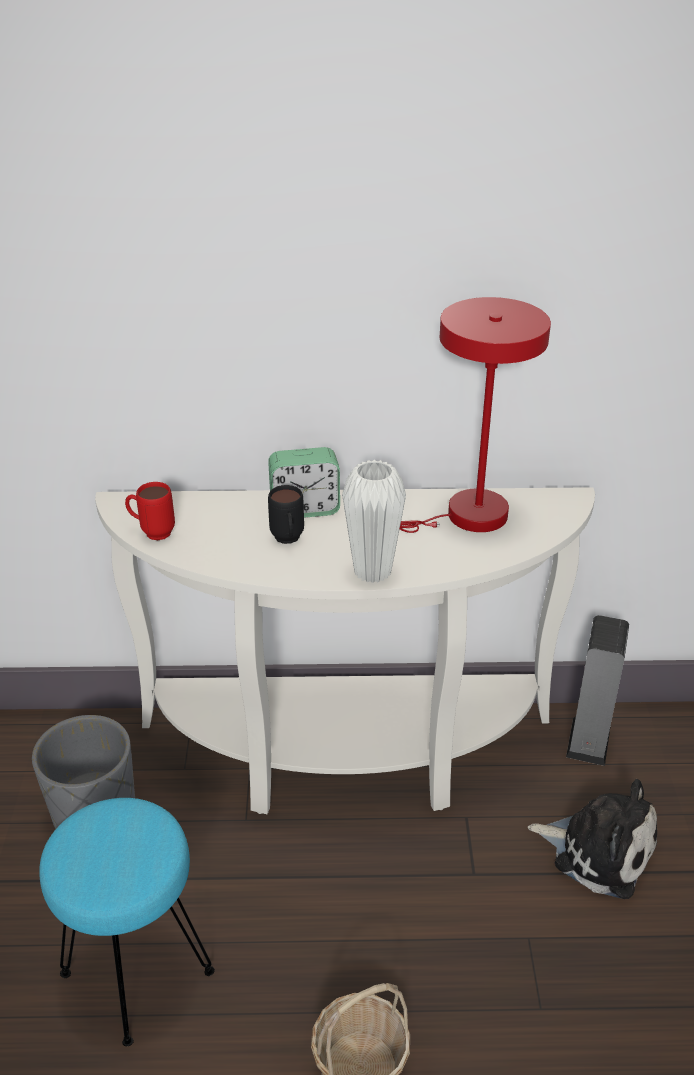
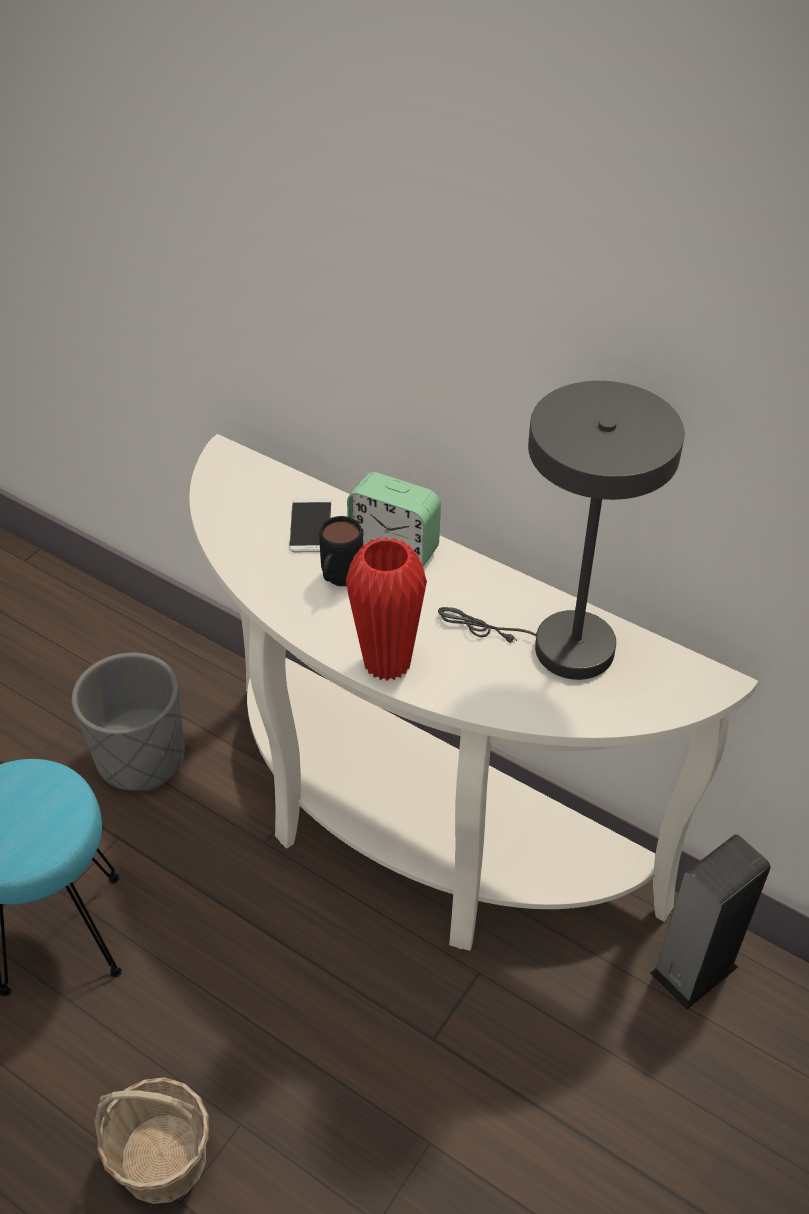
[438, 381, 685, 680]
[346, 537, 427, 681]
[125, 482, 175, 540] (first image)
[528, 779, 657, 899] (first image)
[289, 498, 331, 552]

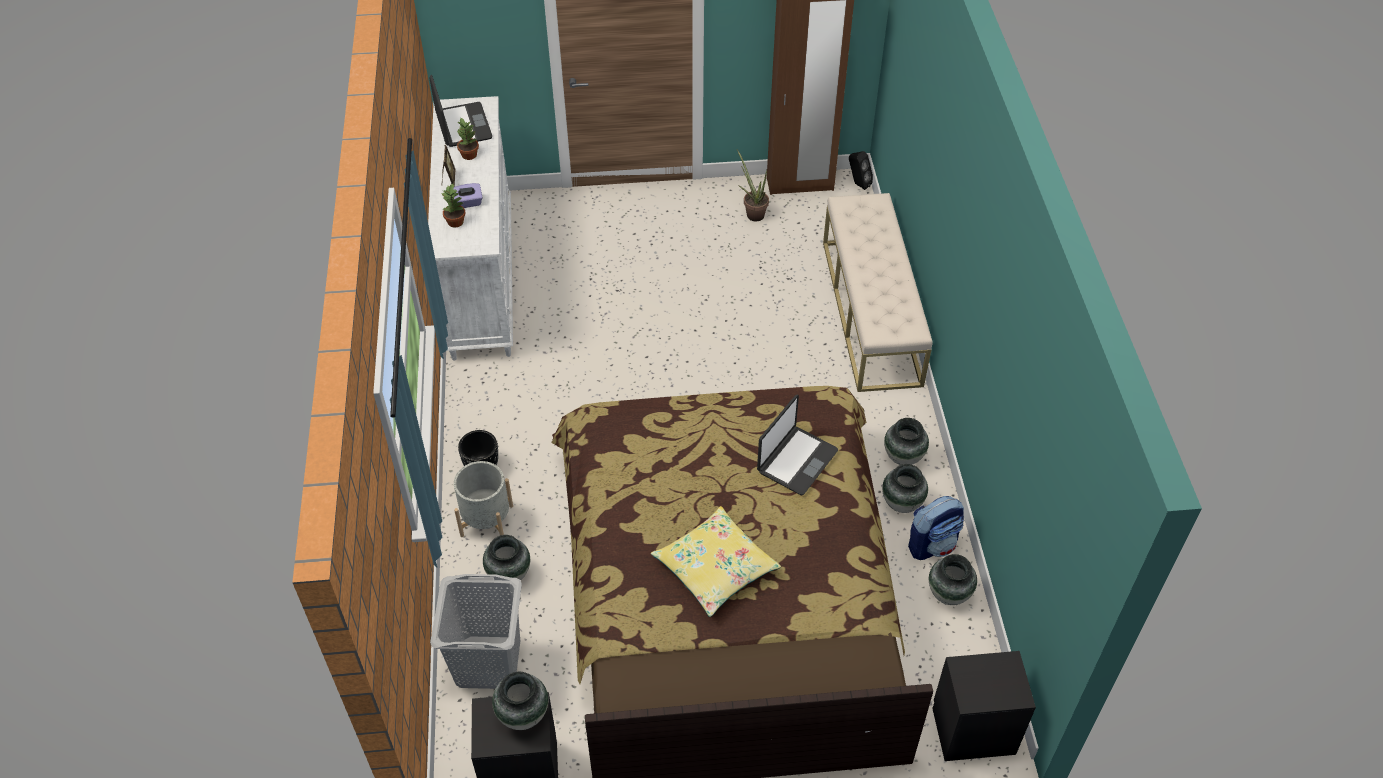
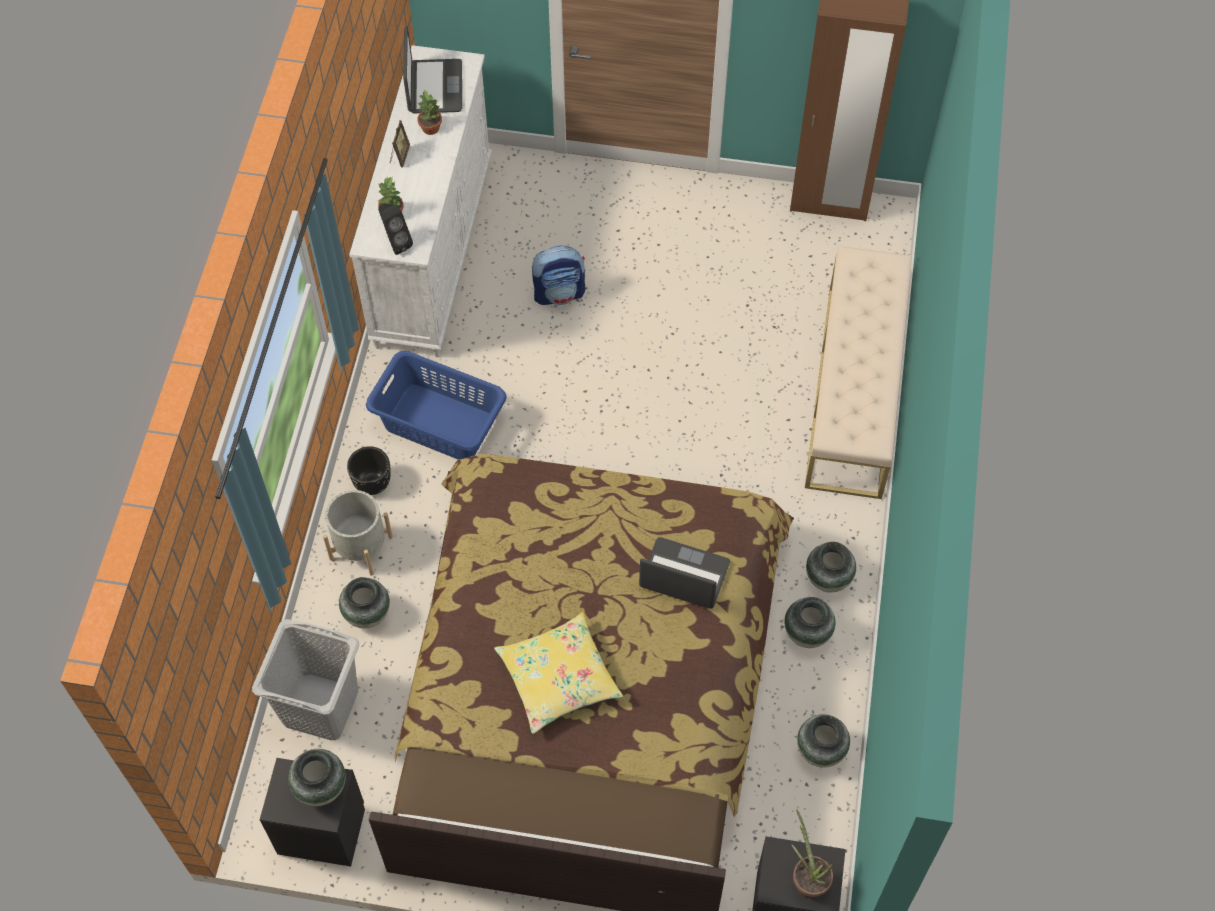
[792, 810, 833, 899]
[378, 203, 413, 255]
[453, 183, 483, 208] (first image)
[639, 537, 730, 609]
[532, 246, 585, 305]
[366, 351, 507, 460]

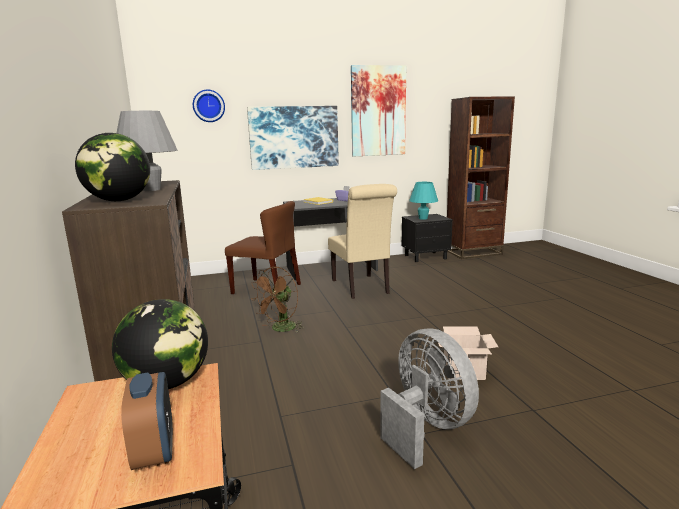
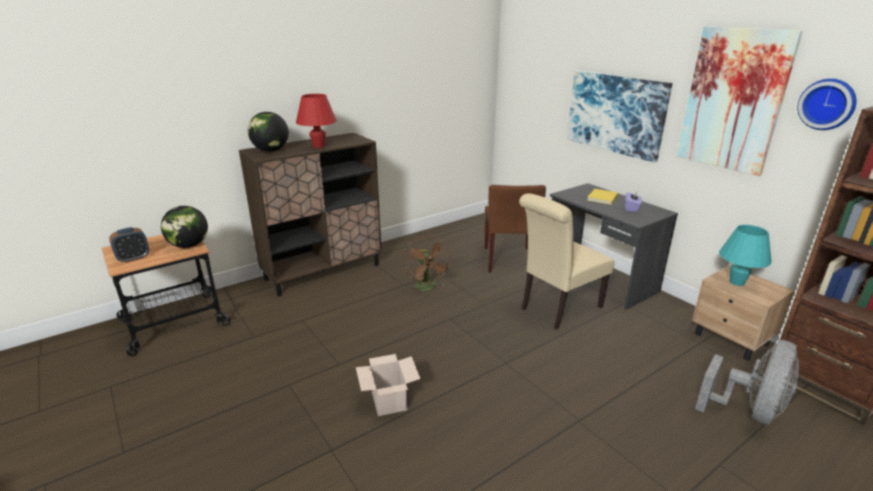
[797, 79, 857, 130]
[296, 94, 337, 148]
[692, 266, 794, 360]
[403, 235, 452, 292]
[695, 340, 799, 425]

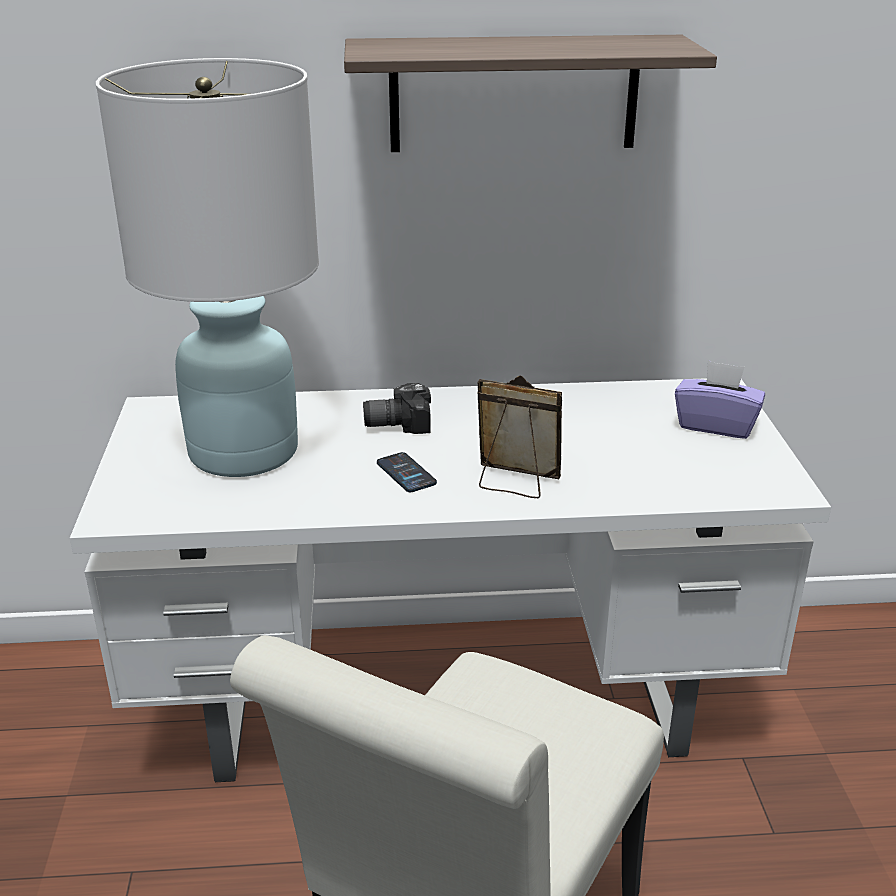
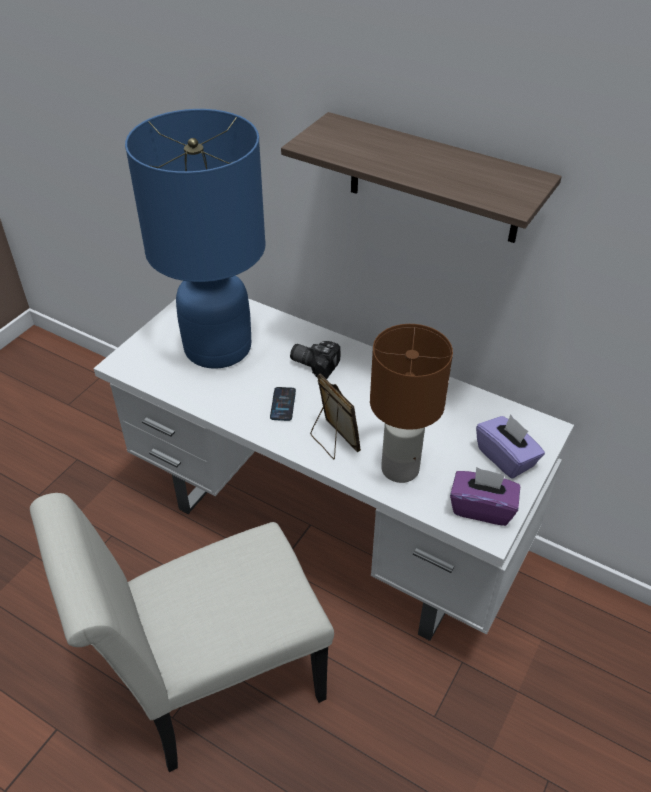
[125, 109, 266, 369]
[370, 324, 453, 483]
[450, 467, 520, 526]

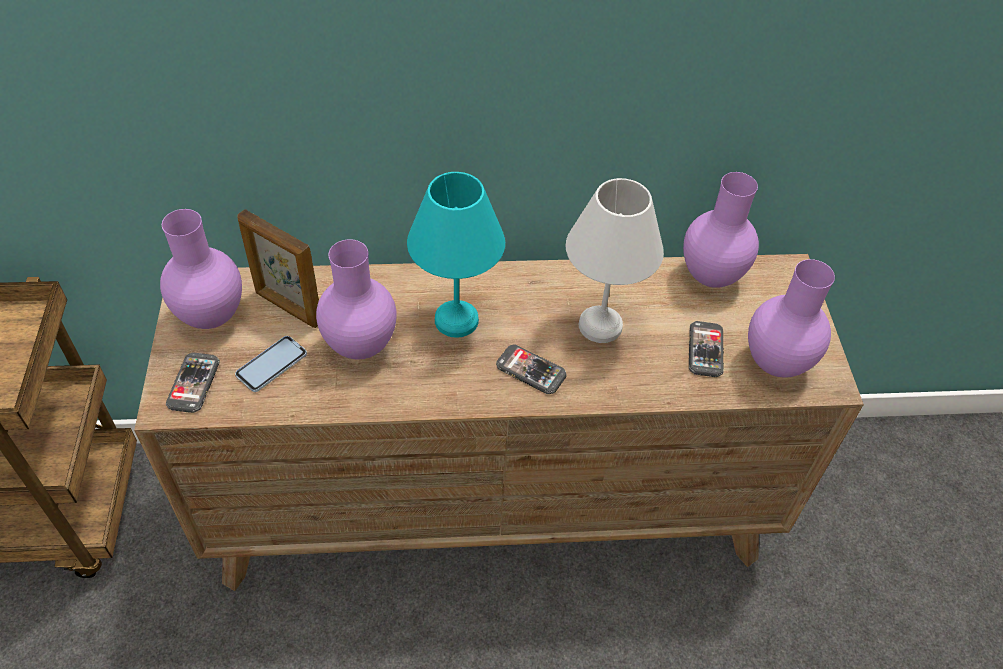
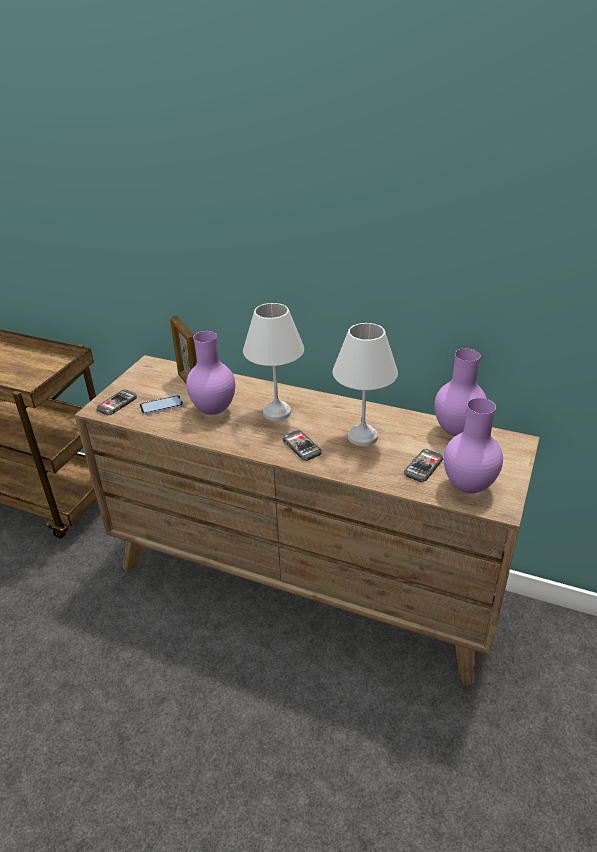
[243, 303, 304, 421]
[160, 209, 242, 329] (first image)

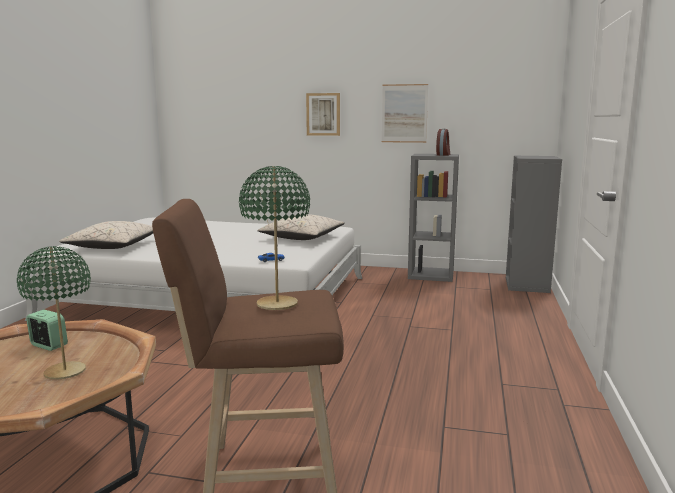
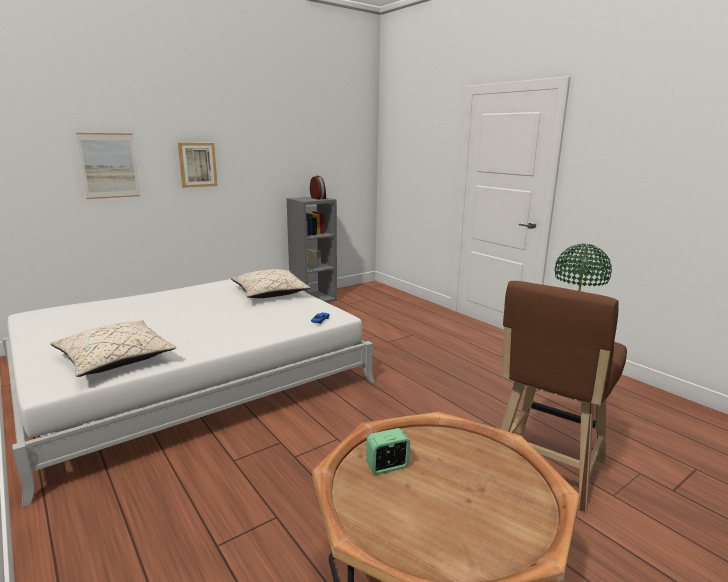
[76, 133, 140, 199]
[506, 156, 562, 293] (first image)
[17, 246, 91, 380] (first image)

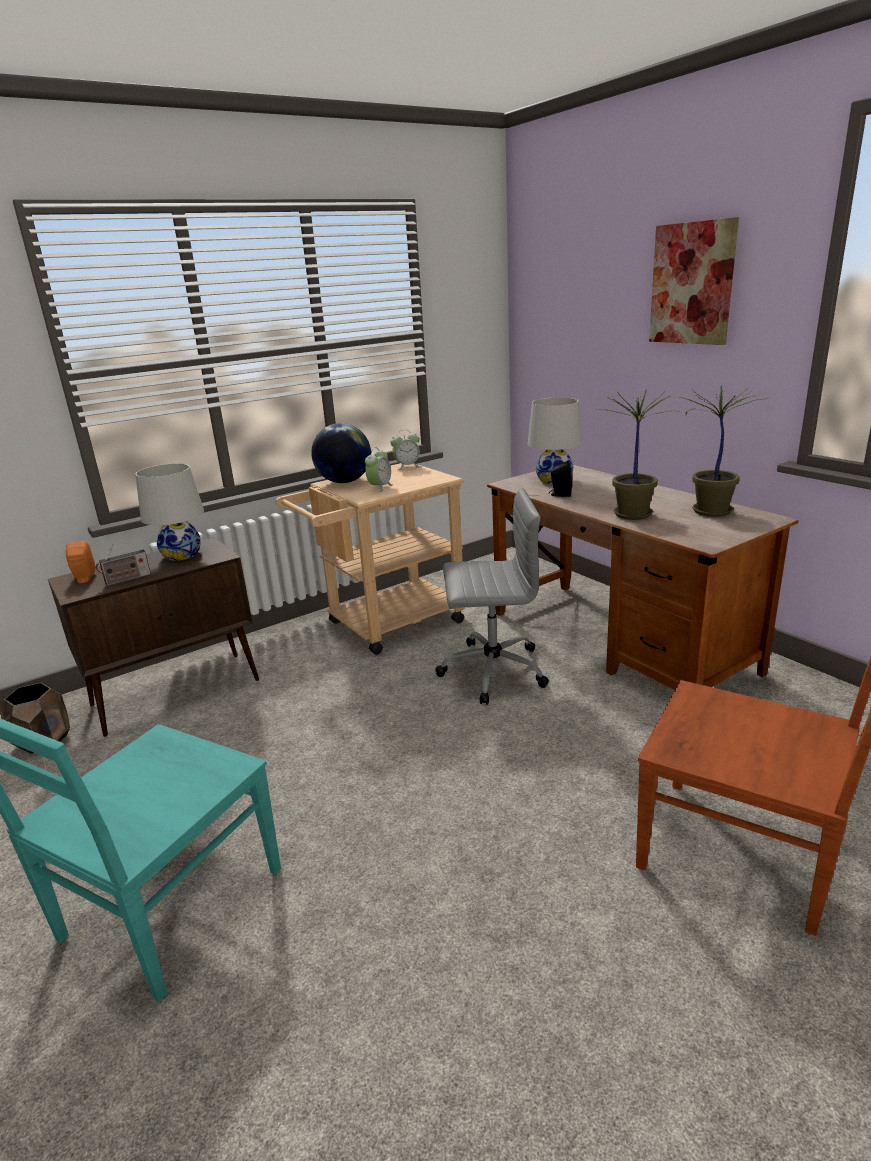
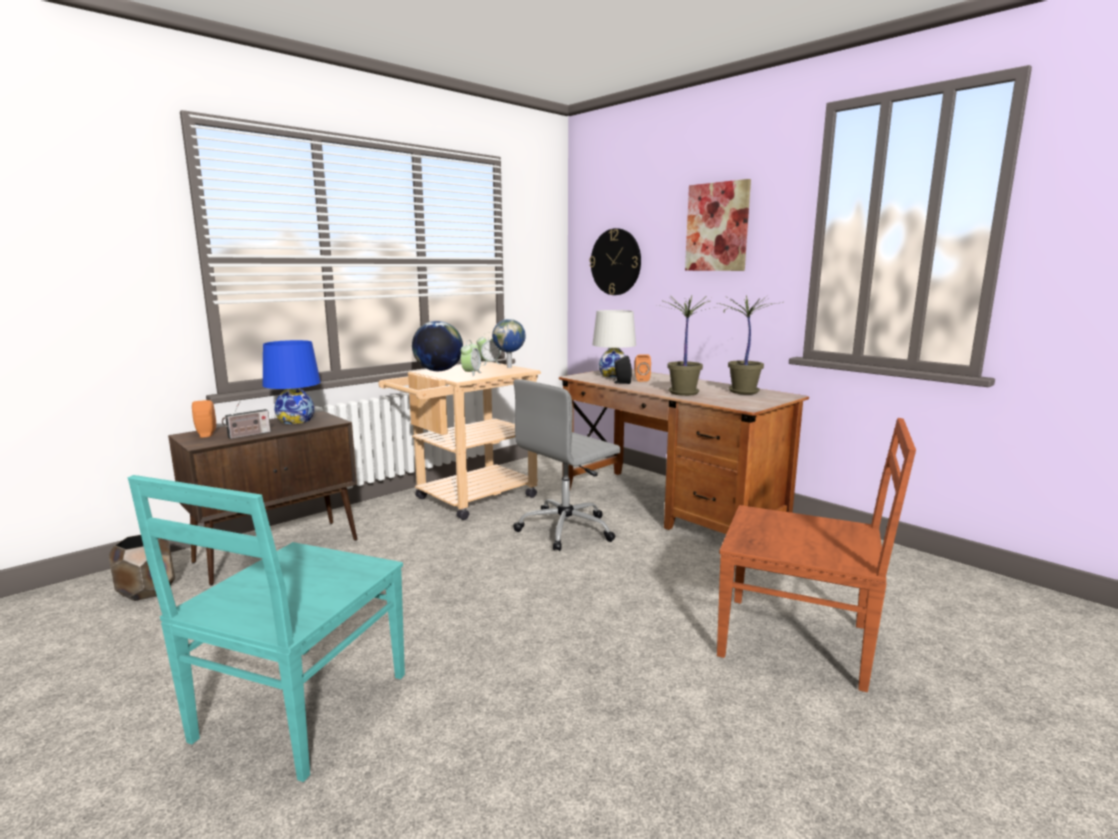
[263, 340, 321, 424]
[513, 379, 621, 551]
[590, 228, 641, 295]
[492, 319, 526, 368]
[634, 354, 651, 382]

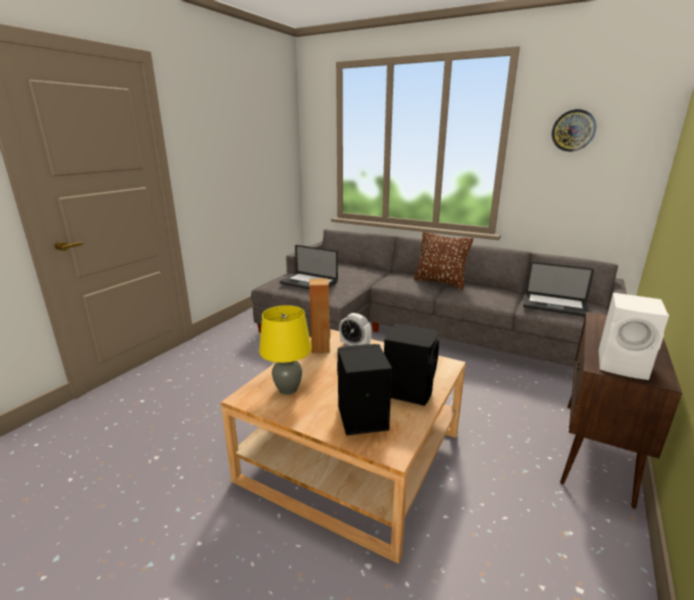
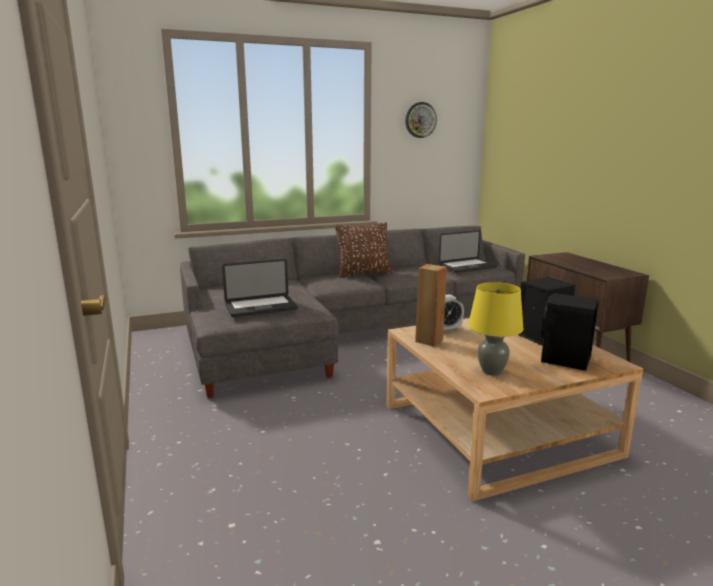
[599, 293, 669, 380] (first image)

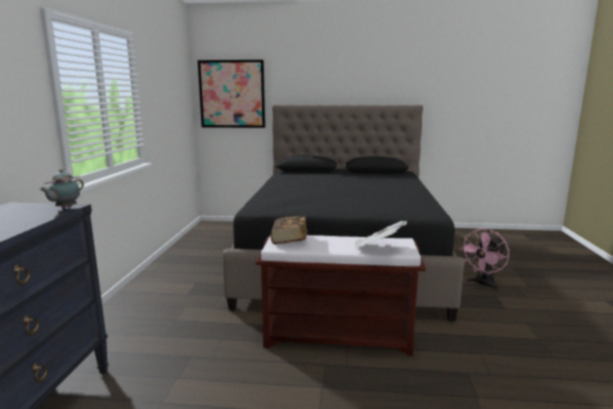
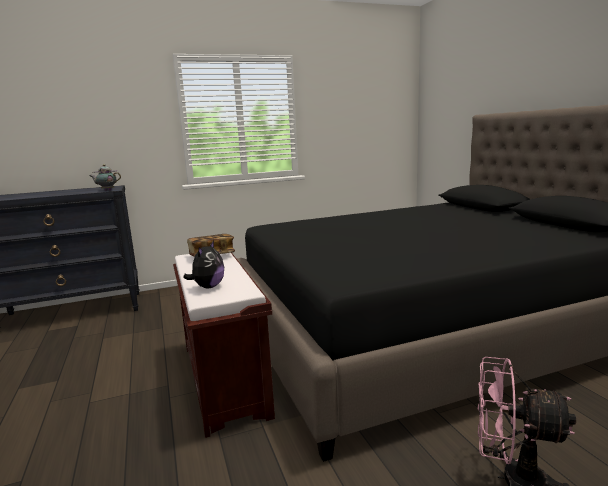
[198, 60, 265, 128] (first image)
[183, 241, 224, 288]

